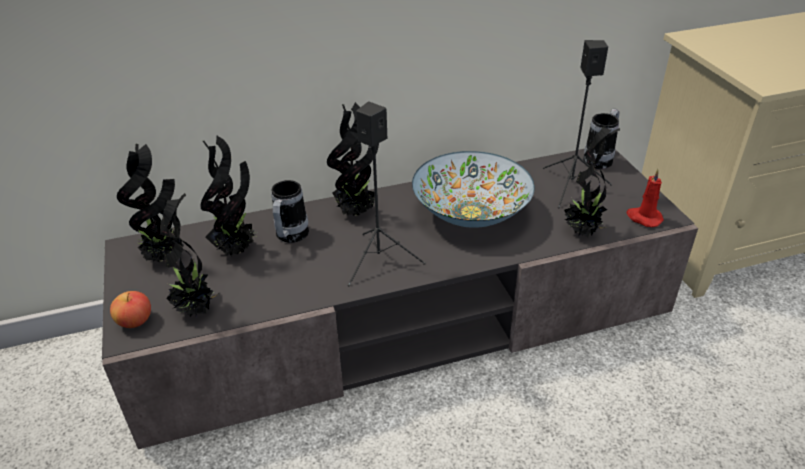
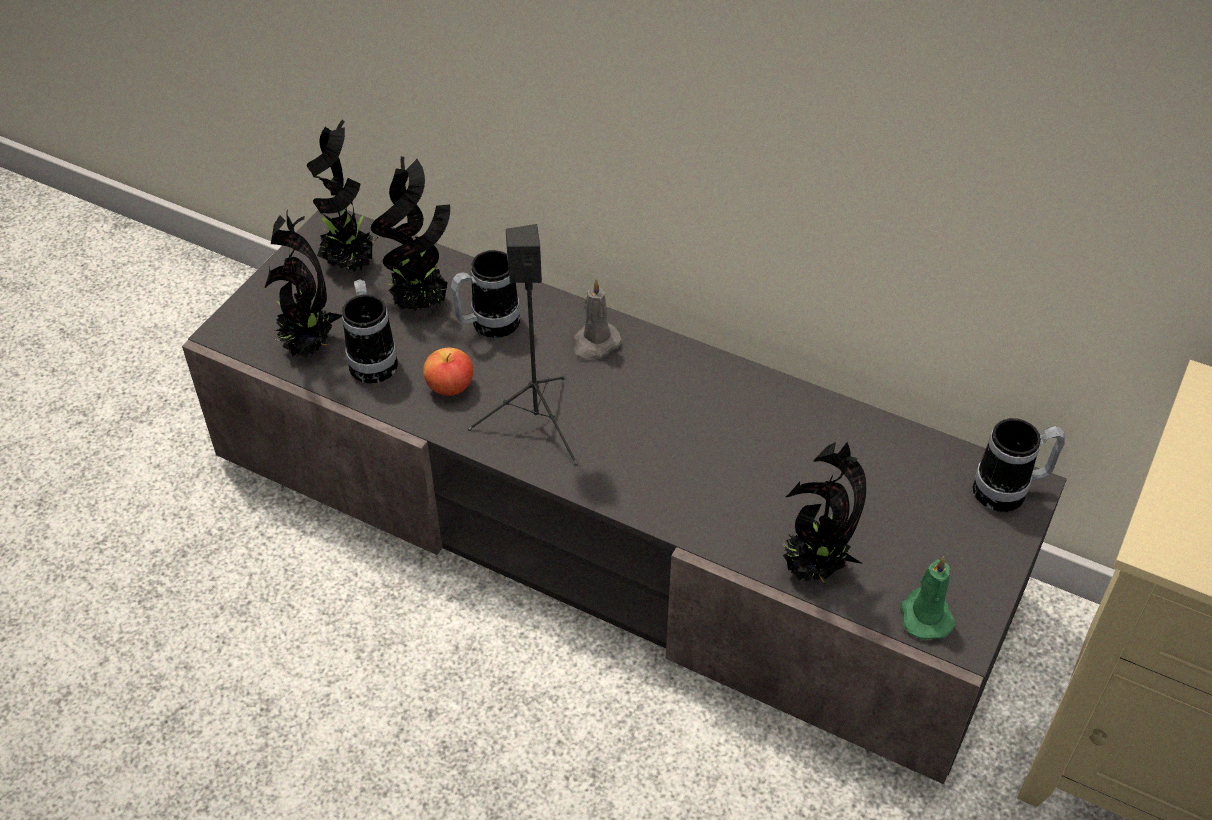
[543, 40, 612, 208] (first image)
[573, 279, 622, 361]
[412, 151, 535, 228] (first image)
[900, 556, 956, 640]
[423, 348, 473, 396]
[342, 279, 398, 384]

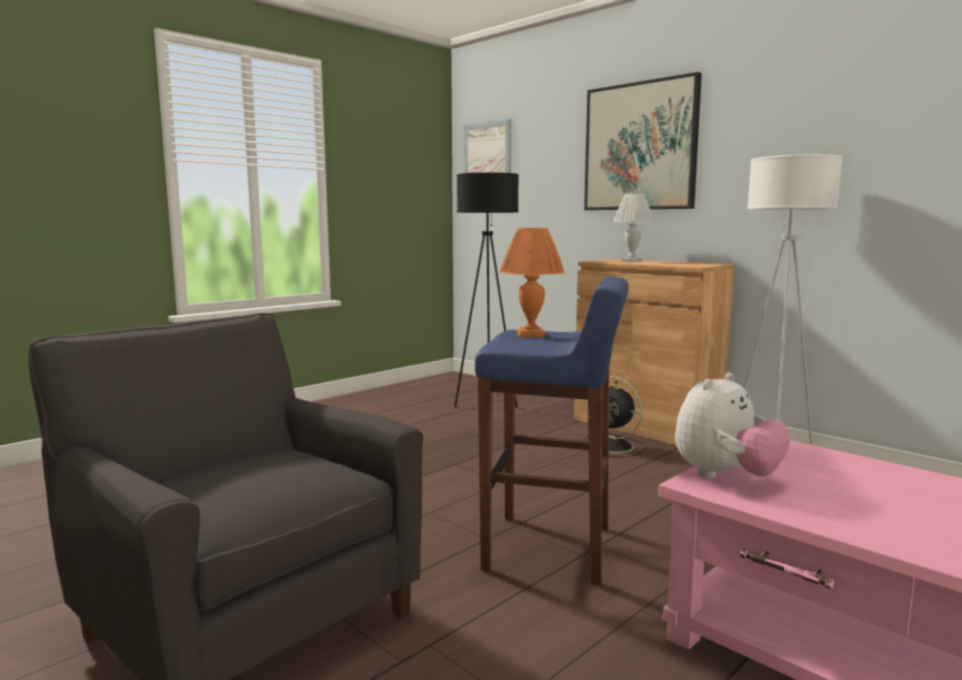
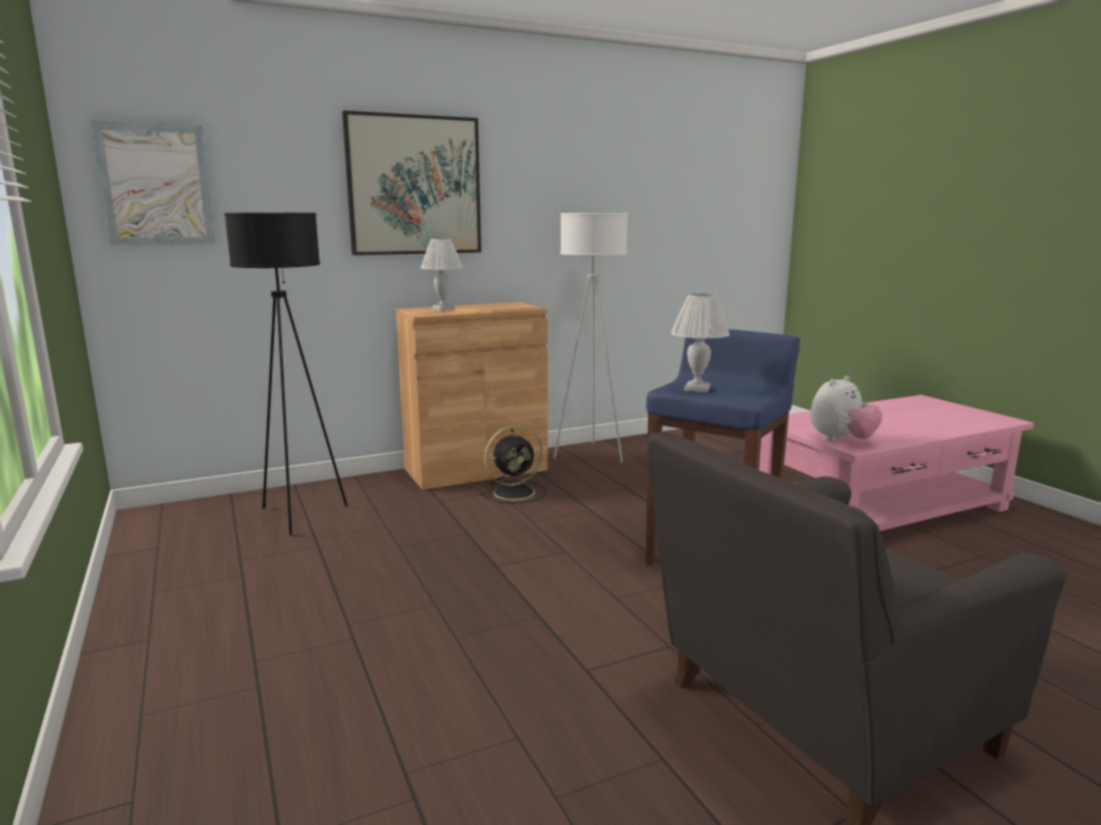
[671, 293, 730, 392]
[810, 376, 882, 441]

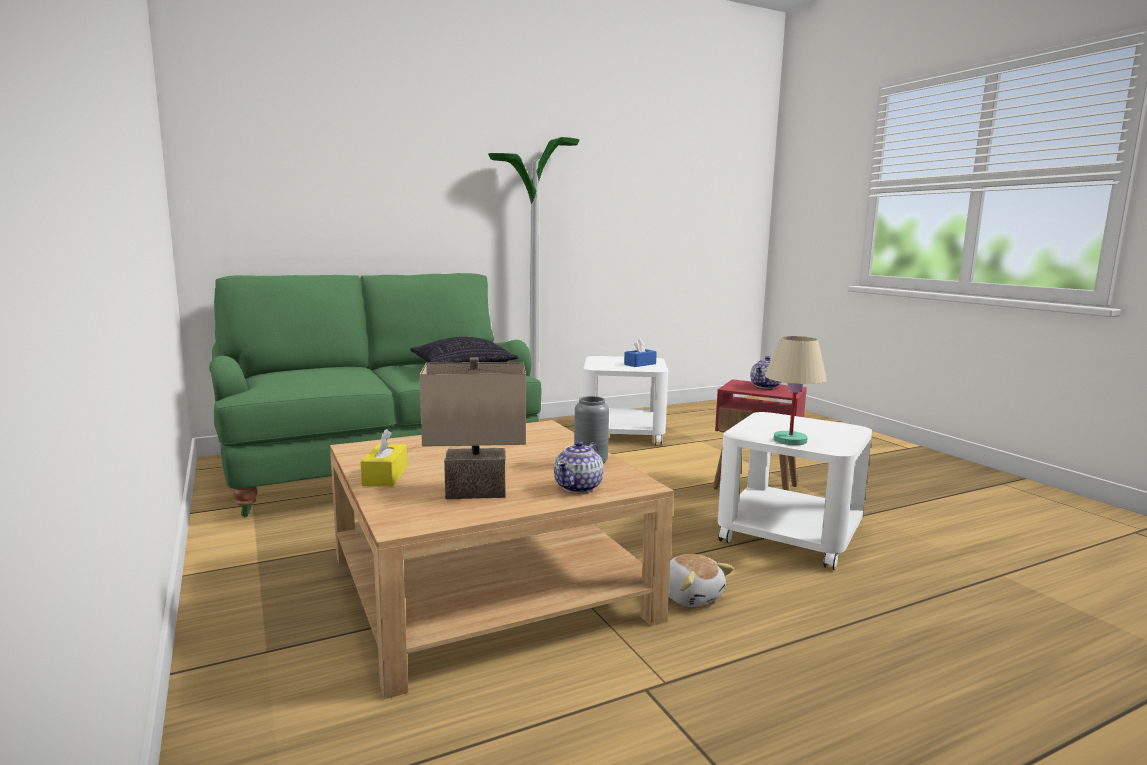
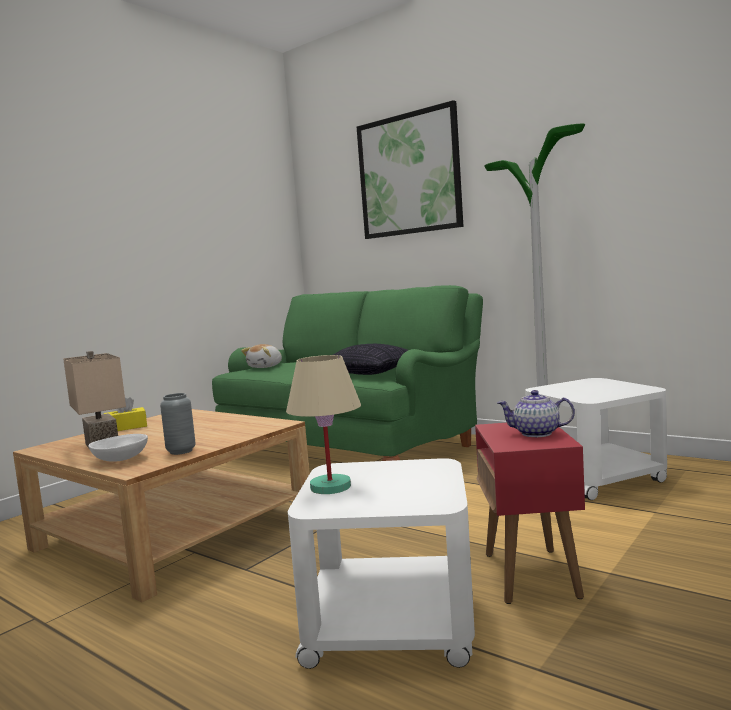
[624, 339, 657, 367] (first image)
[88, 434, 148, 462]
[241, 344, 282, 368]
[357, 100, 464, 239]

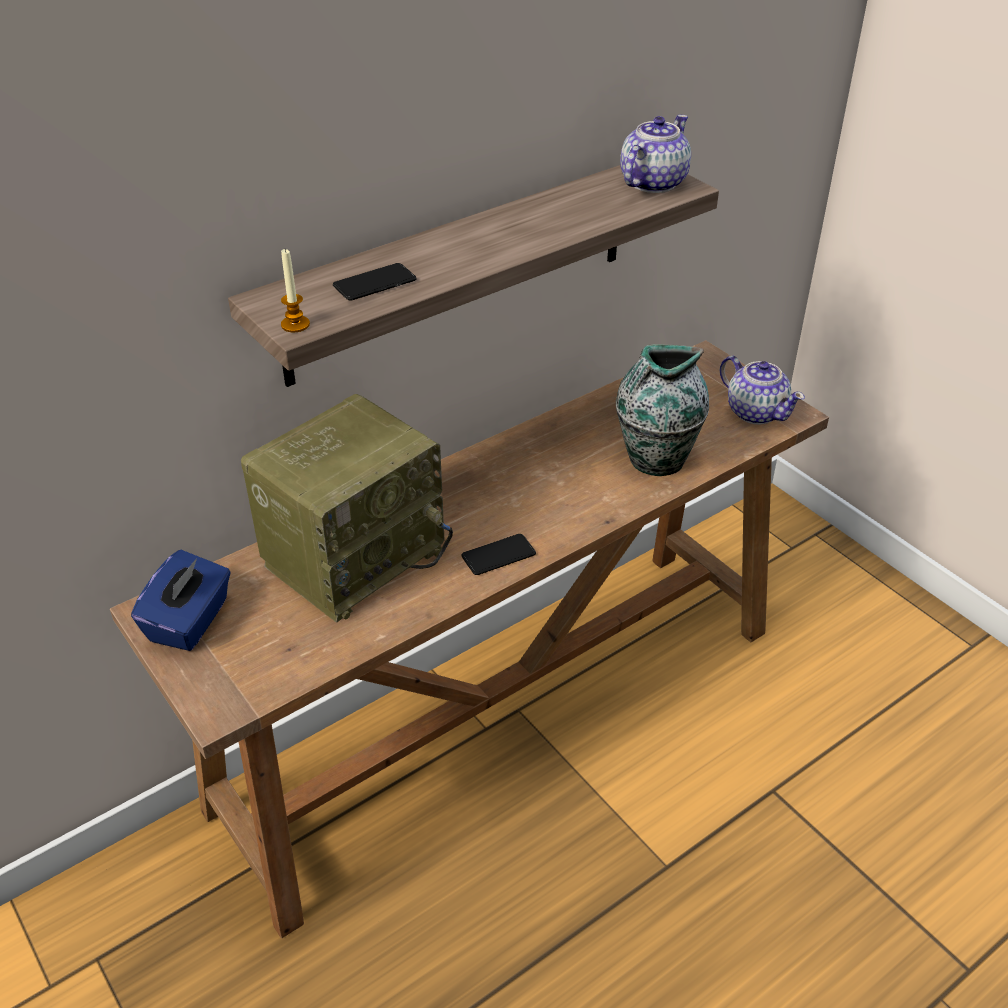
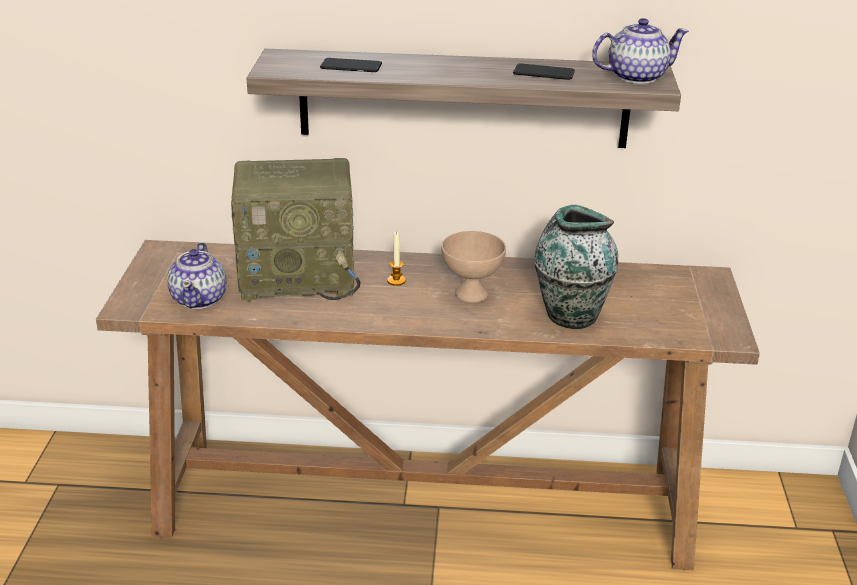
[387, 231, 406, 286]
[167, 242, 227, 309]
[513, 63, 575, 80]
[131, 550, 231, 651] (first image)
[441, 231, 506, 303]

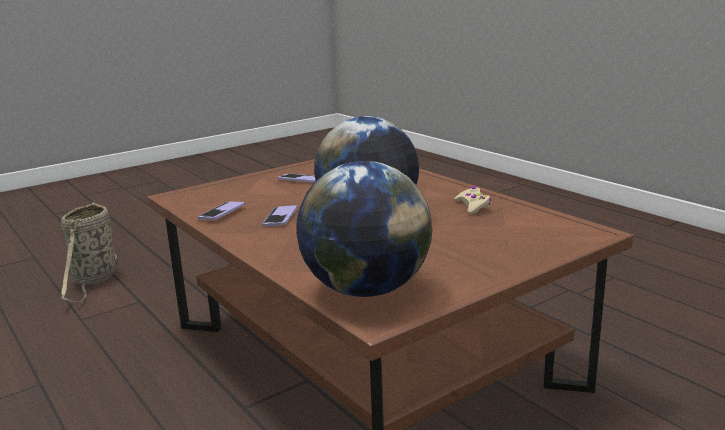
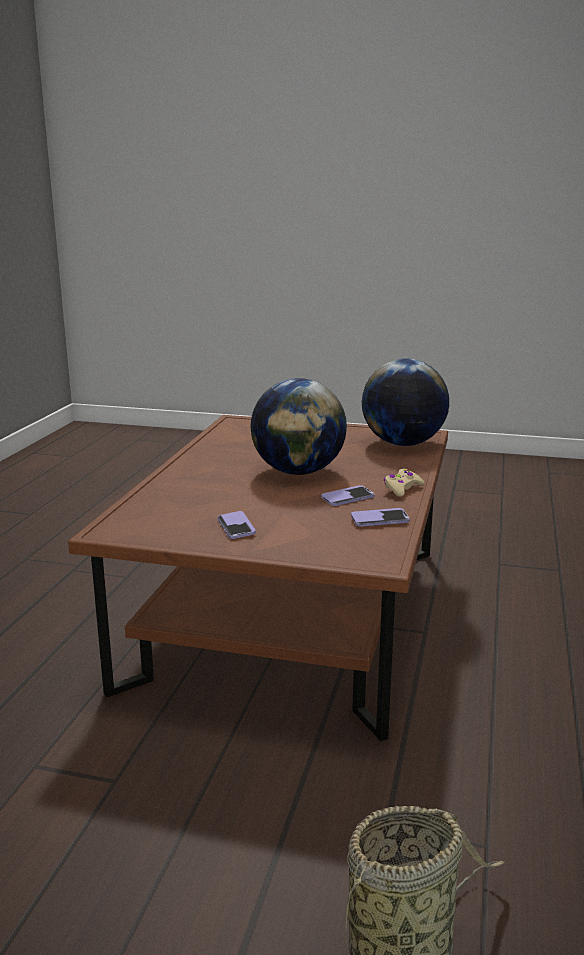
[384, 469, 425, 497]

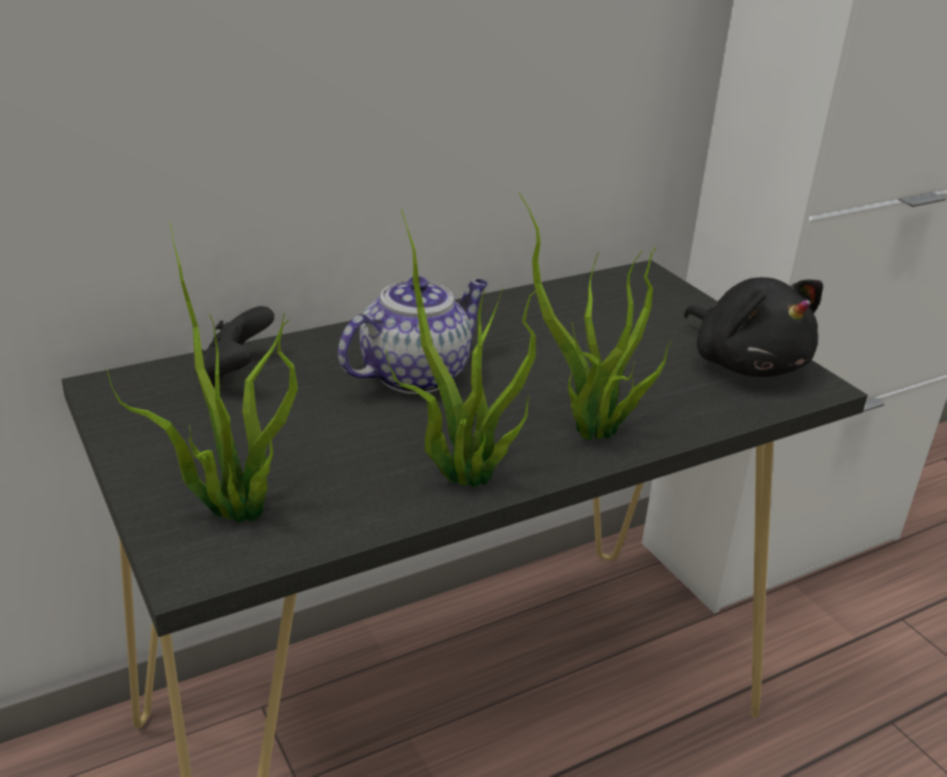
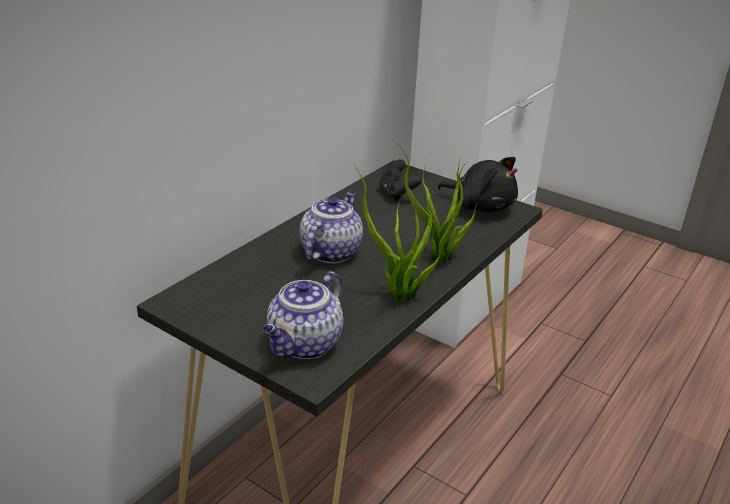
[263, 271, 344, 359]
[379, 159, 421, 201]

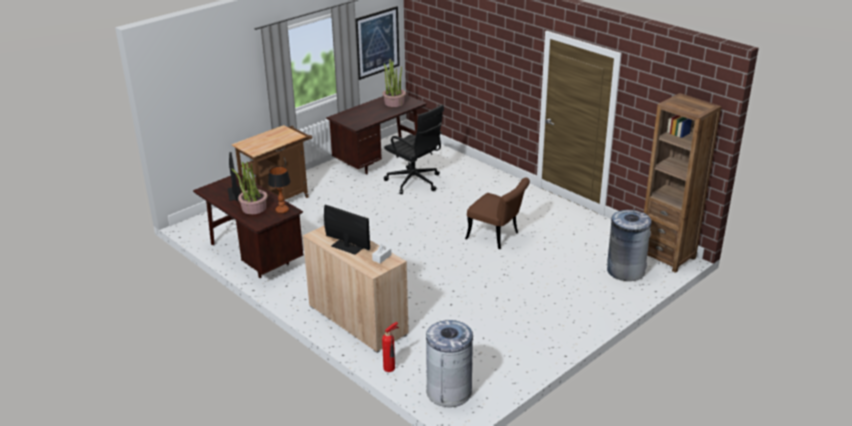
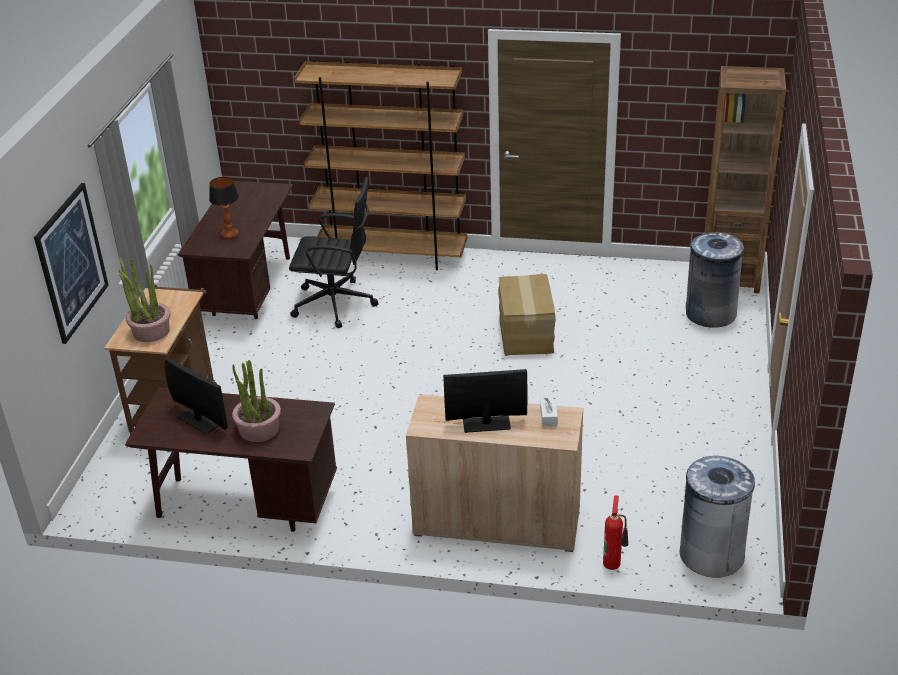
[34, 183, 109, 344]
[119, 256, 170, 342]
[209, 177, 239, 239]
[498, 274, 556, 356]
[294, 59, 467, 270]

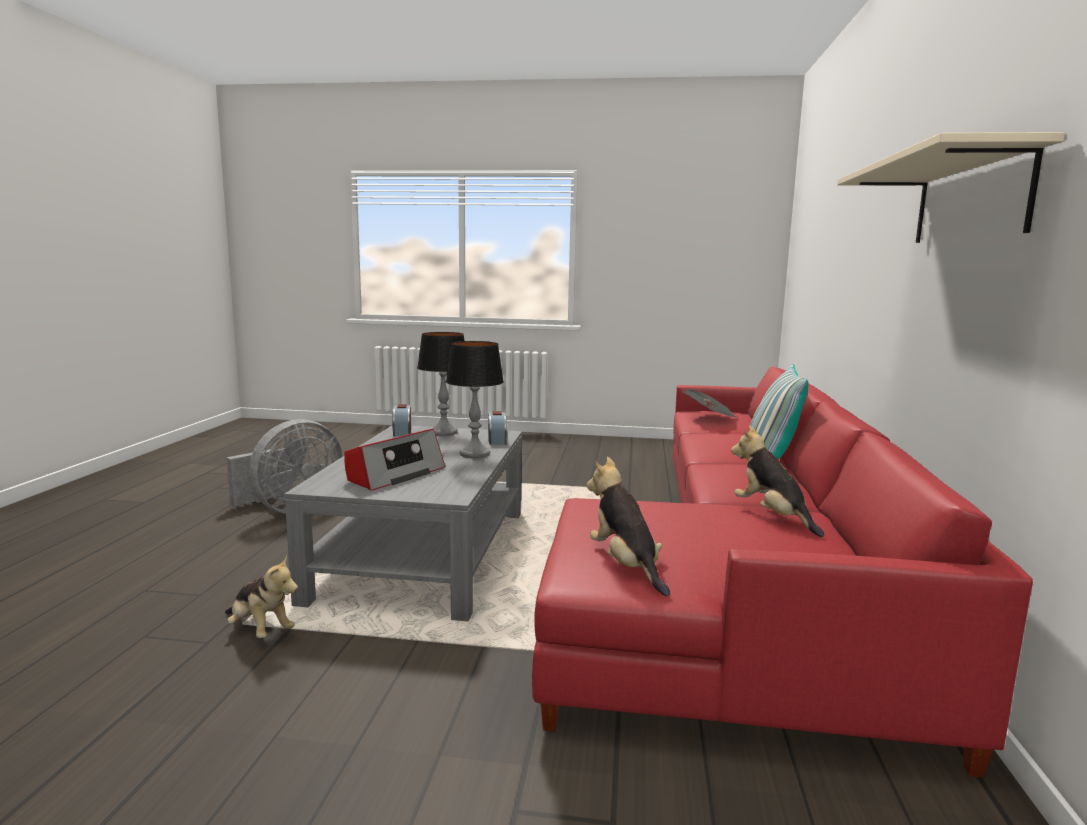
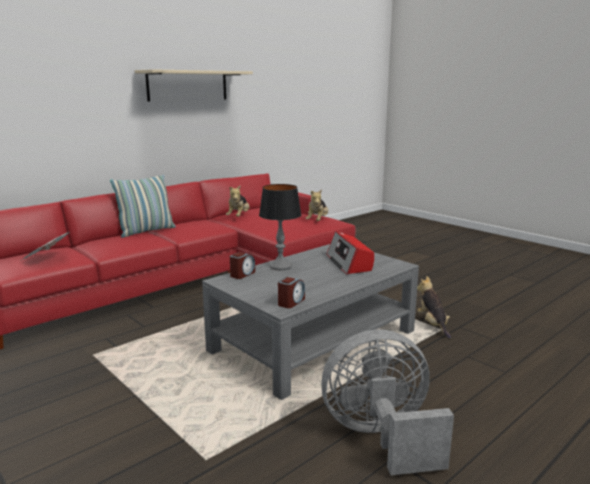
[417, 332, 465, 436] (first image)
[327, 231, 374, 274]

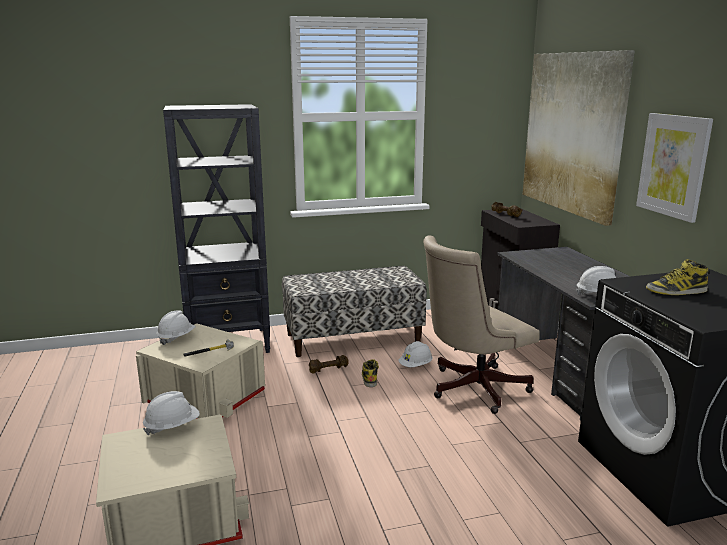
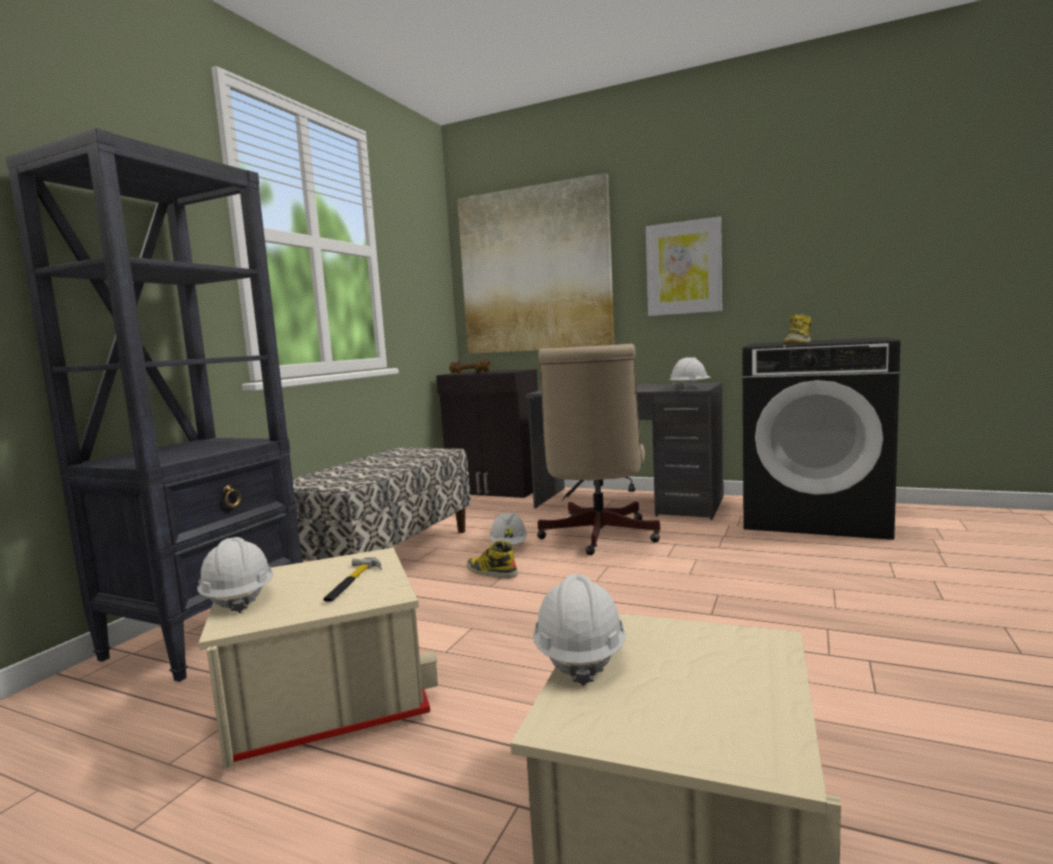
[309, 355, 349, 374] (first image)

